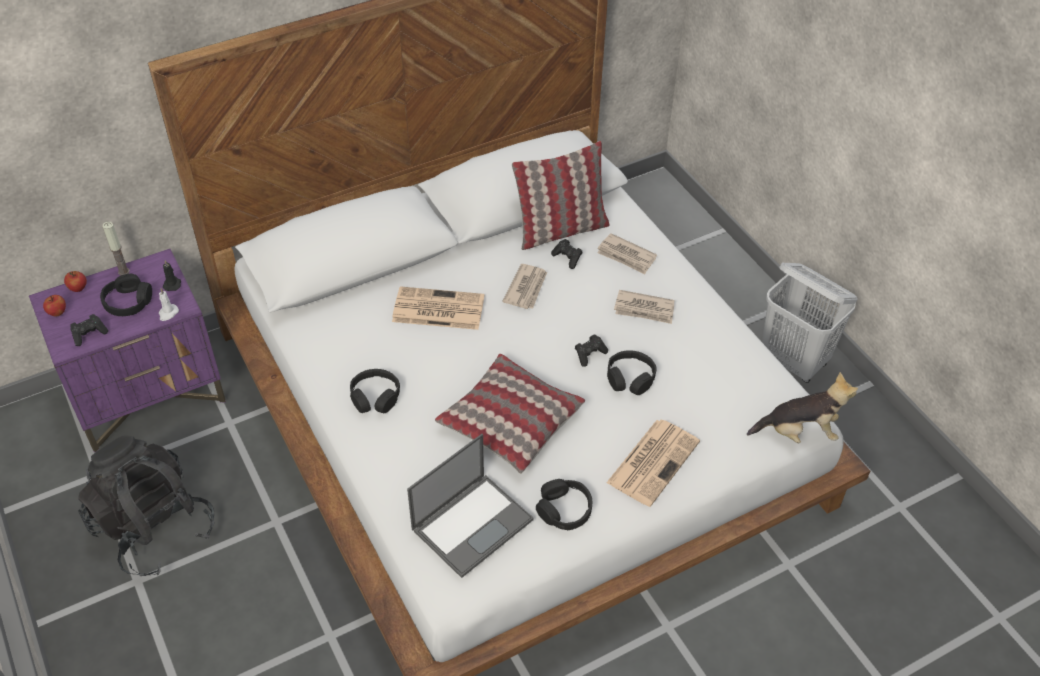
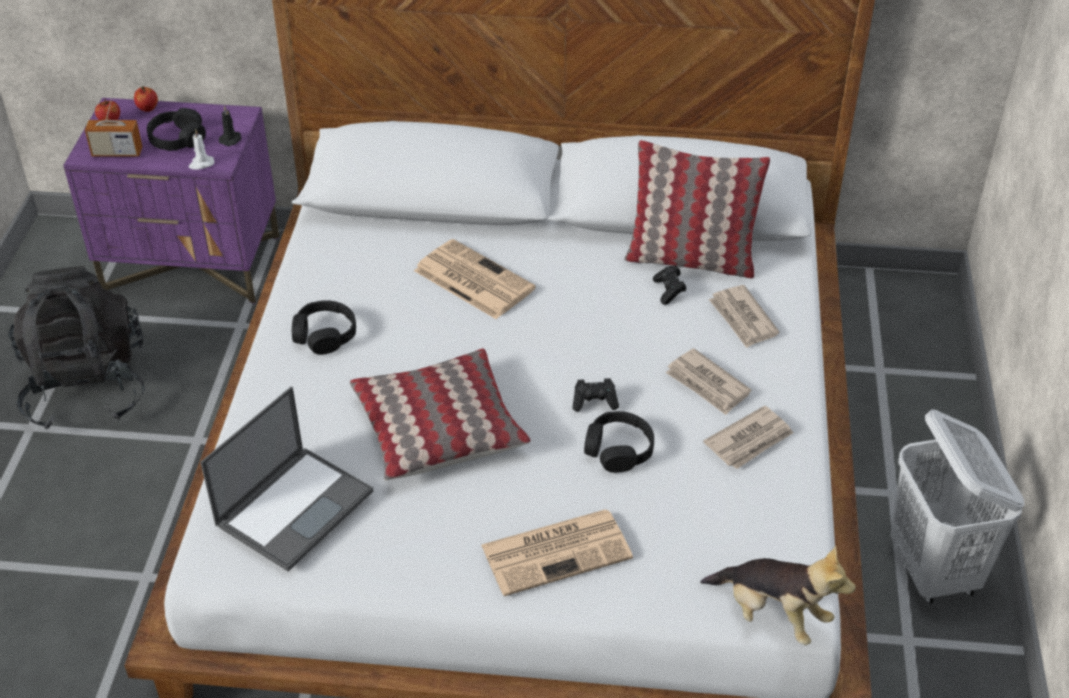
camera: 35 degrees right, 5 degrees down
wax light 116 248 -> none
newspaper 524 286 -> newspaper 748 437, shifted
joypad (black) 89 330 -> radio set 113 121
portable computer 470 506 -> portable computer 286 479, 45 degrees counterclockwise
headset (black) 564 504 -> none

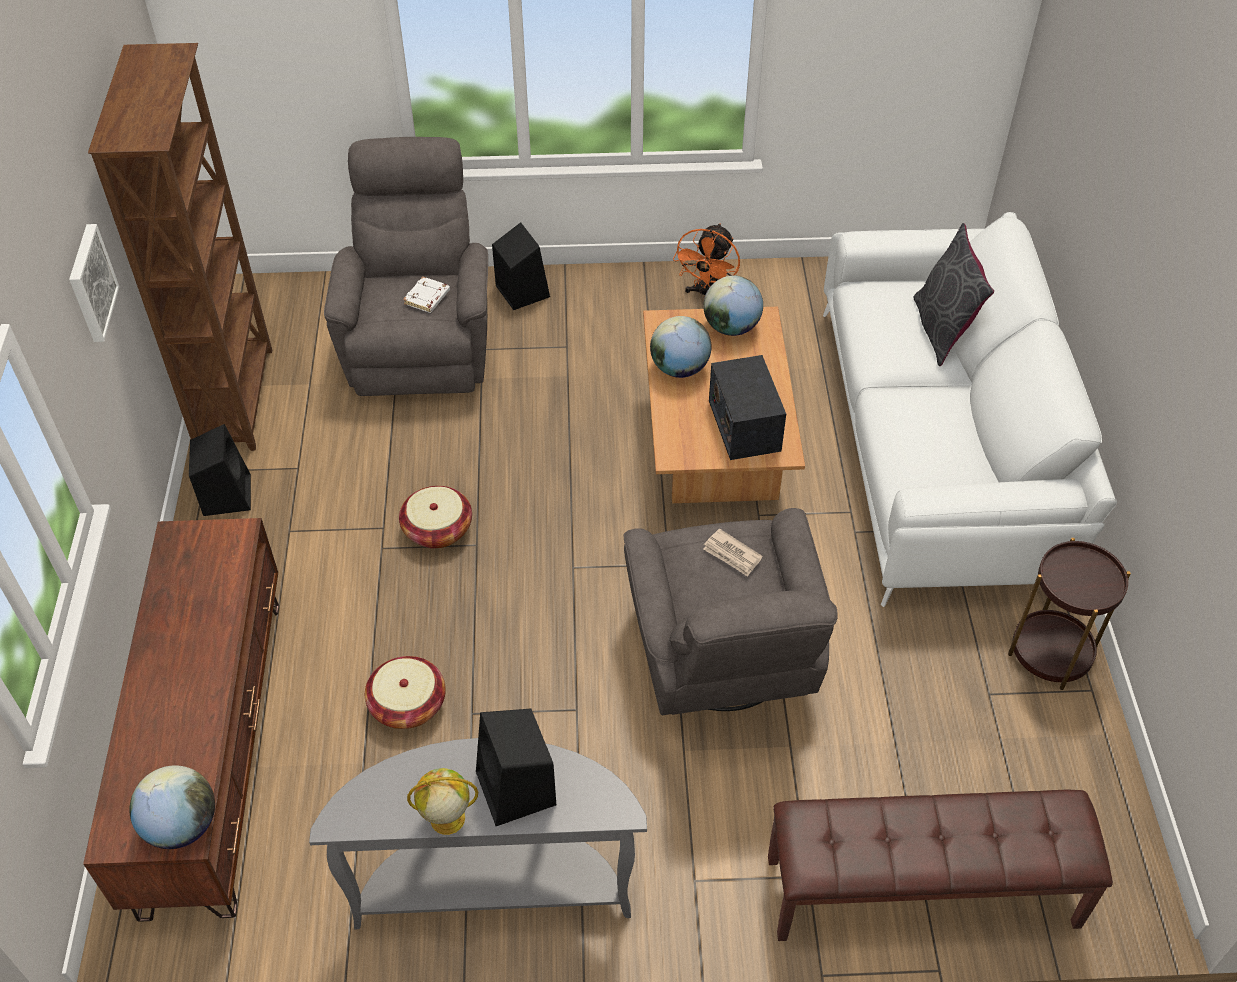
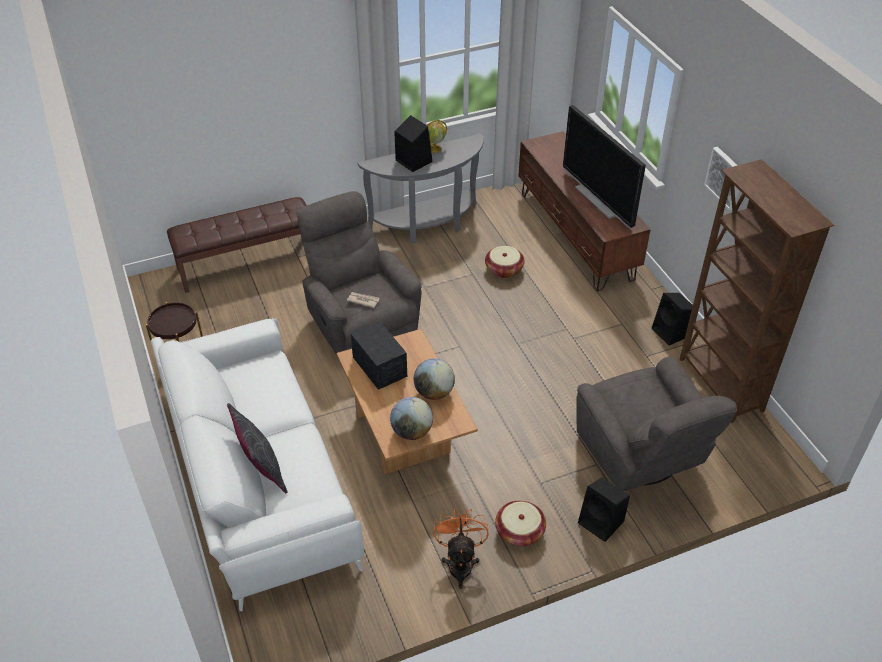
camera: 160 degrees right, 5 degrees down
bound book (whitish) 426 295 -> none
household basket 435 517 -> household basket 520 523, shifted
desk globe 172 807 -> none
none -> TV 604 167

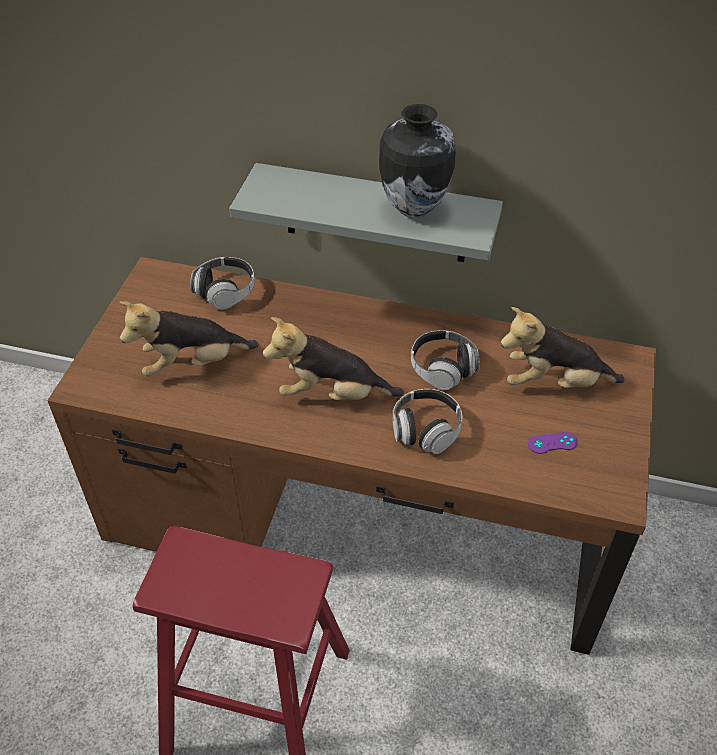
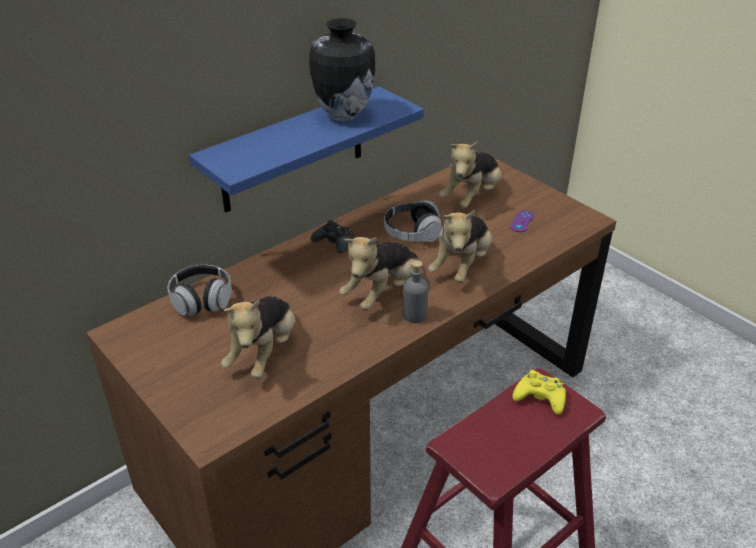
camera: 55 degrees left, 10 degrees down
wall shelf (greyish) 366 212 -> wall shelf (bluish) 306 149
headset 427 421 -> plush toy 460 246
none -> joypad (black) 332 237
none -> bottle (greyish) 416 291
none -> joypad (yellow-coloured) 539 392

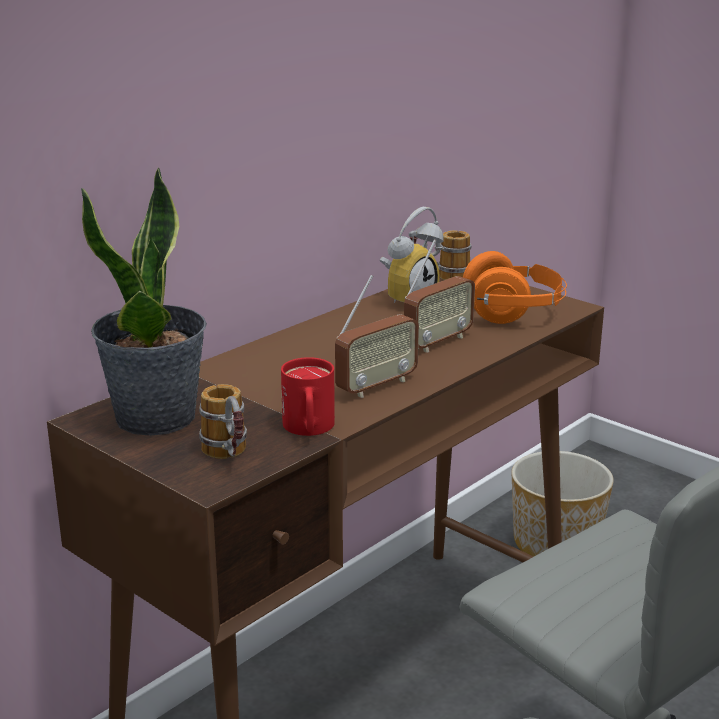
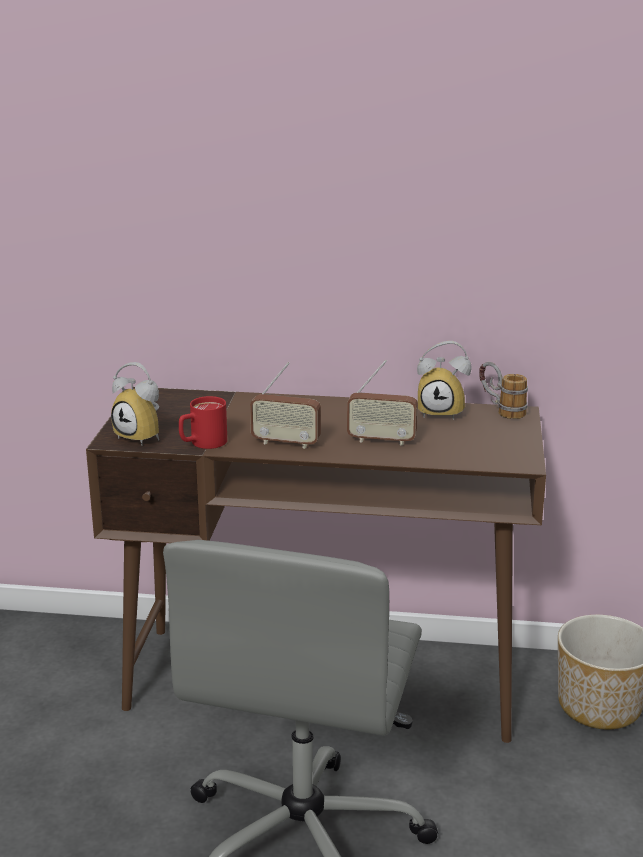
camera: 55 degrees right, 0 degrees up
plant in a pot 144 301 -> none
headset (orange-coloured) 515 287 -> none
mug 223 421 -> alarm clock 135 404

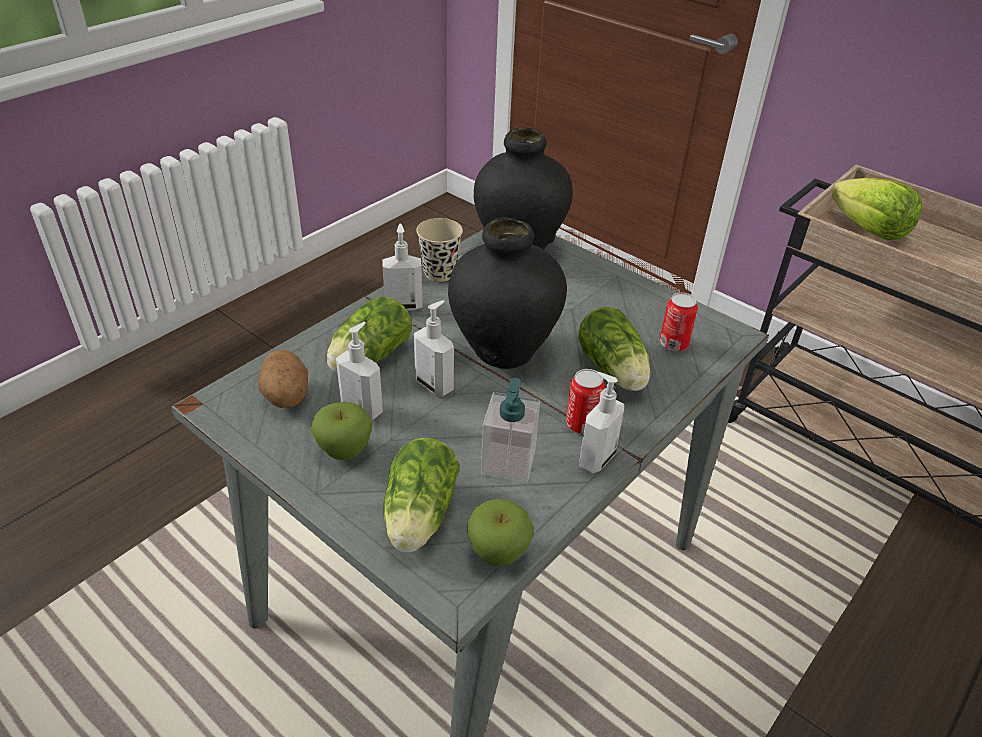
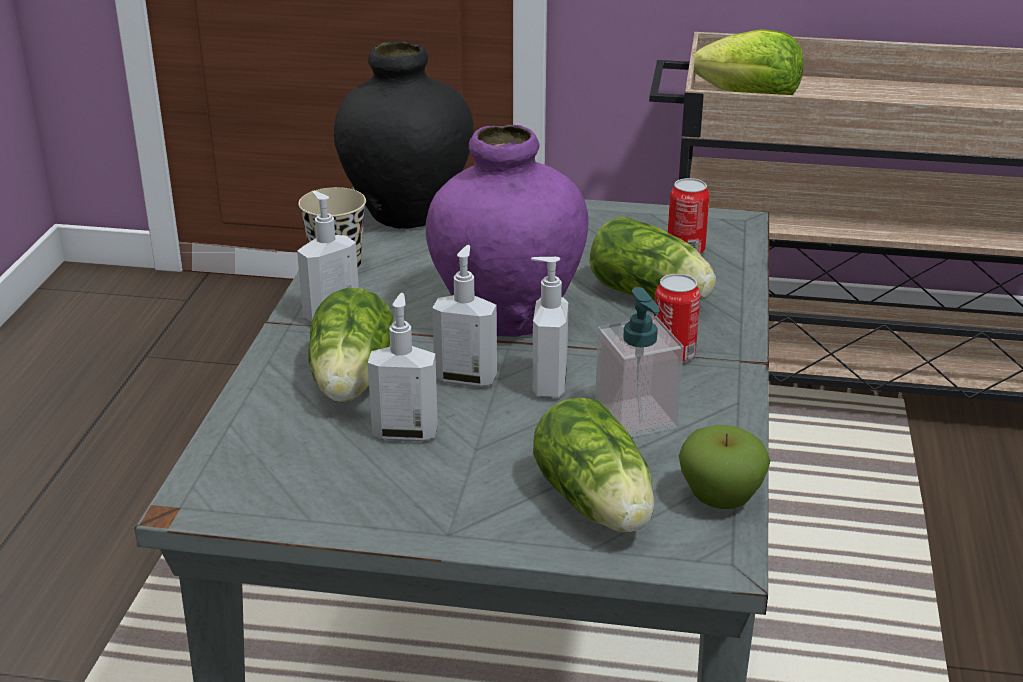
camera: 30 degrees left, 10 degrees down
vase (black) 507 293 -> vase (purple) 507 231
potato 283 379 -> none
liquid soap bottle 601 423 -> liquid soap bottle 549 327, shifted
apple fruit 342 431 -> none

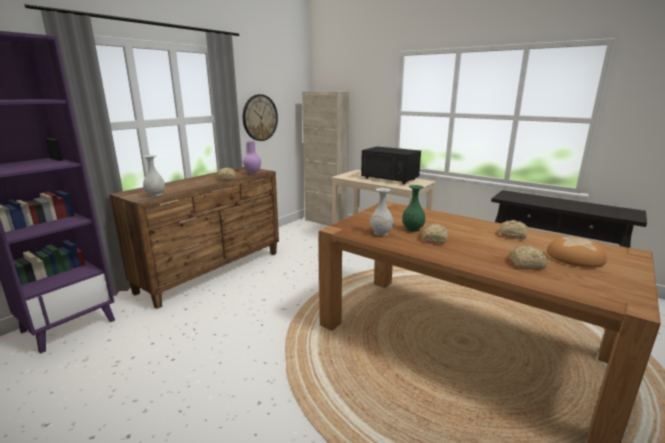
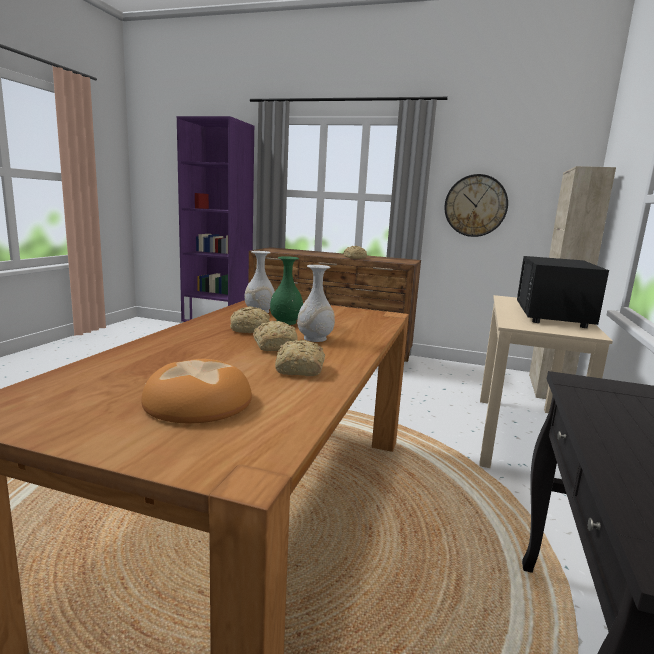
camera: 70 degrees right, 5 degrees down
vase (purple) 252 157 -> none
vase (whitish) 154 176 -> vase (whitish) 316 303, shifted
bakery bread 528 257 -> bakery bread 275 336, shifted

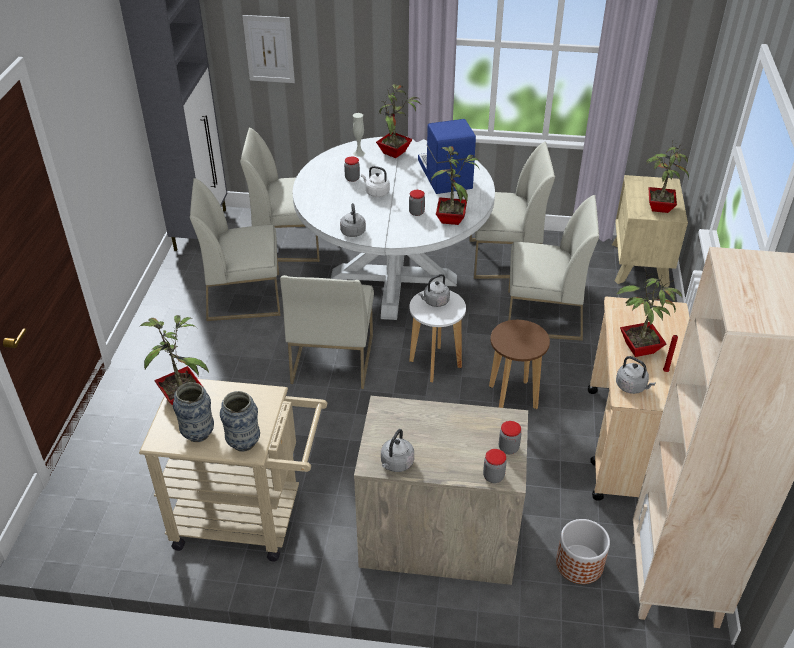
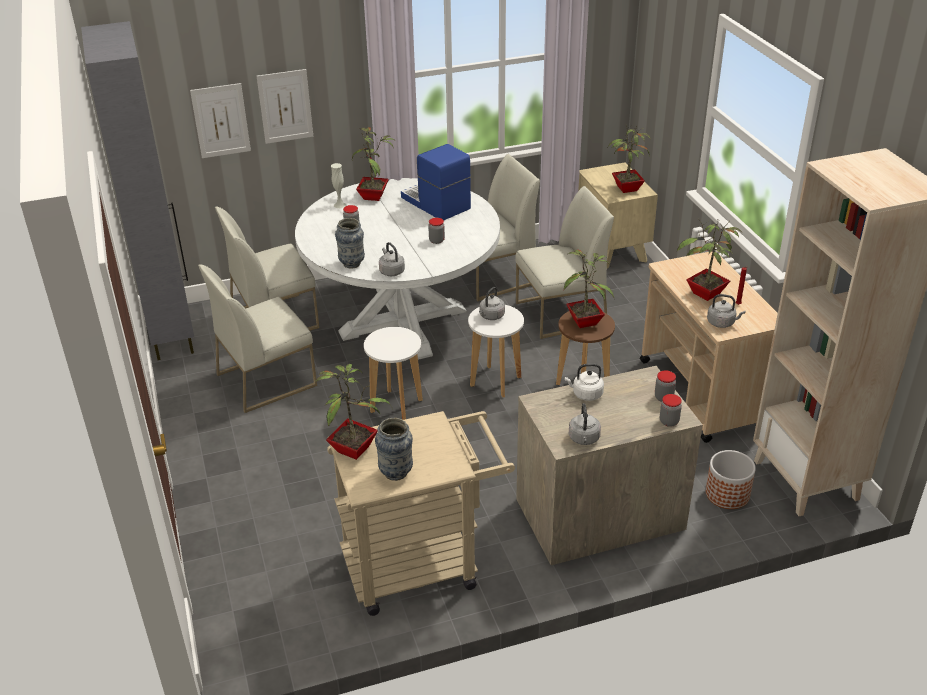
camera: 25 degrees left, 5 degrees down
plant in a pot 455 185 -> plant in a pot 589 289, shifted
tea kettle (whitish) 375 181 -> tea kettle (whitish) 584 382, shifted
upright chair (whitish) 327 332 -> sitting stool (whitish) 393 373
vase 240 421 -> vase 350 243, shifted
none -> wall art 285 106

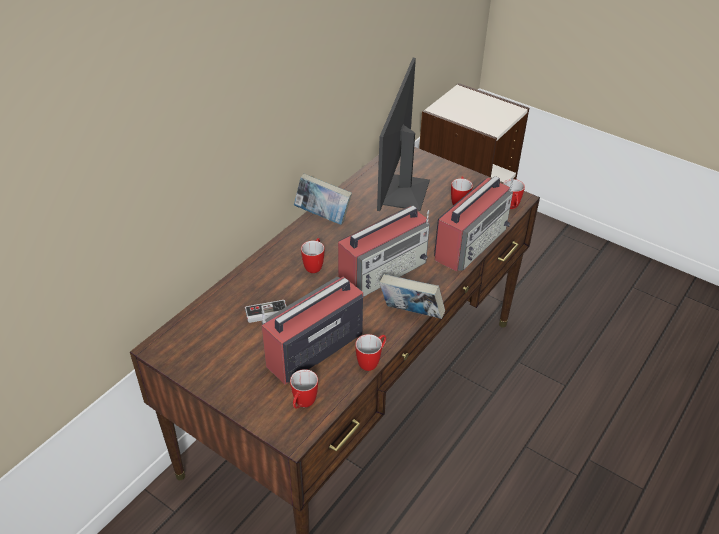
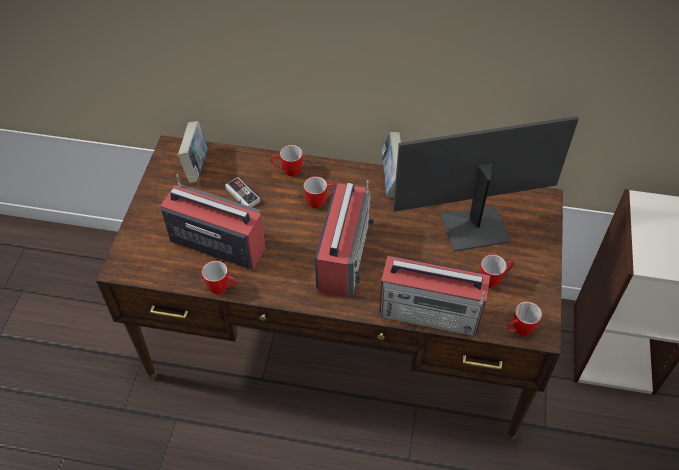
camera: 65 degrees right, 10 degrees up
radio set 384 251 -> radio set 344 239, 105 degrees counterclockwise
bound book 412 296 -> bound book 193 152, shifted
mug 304 389 -> mug 287 160, shifted

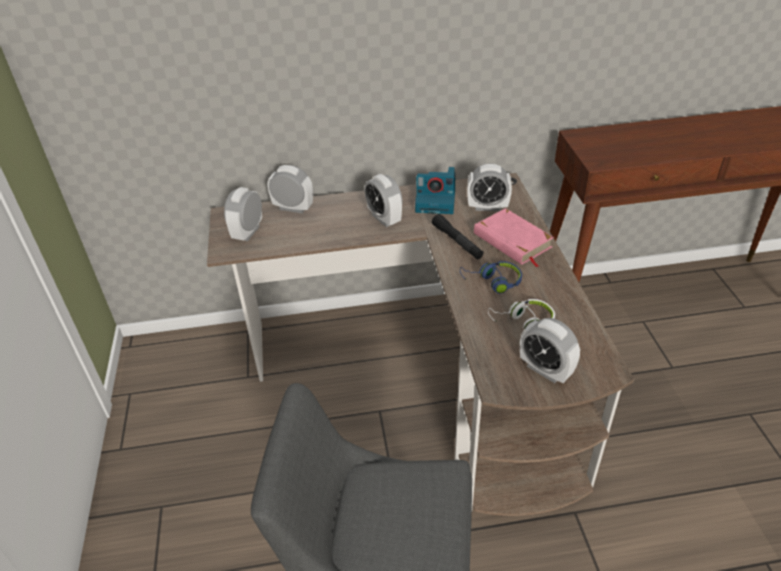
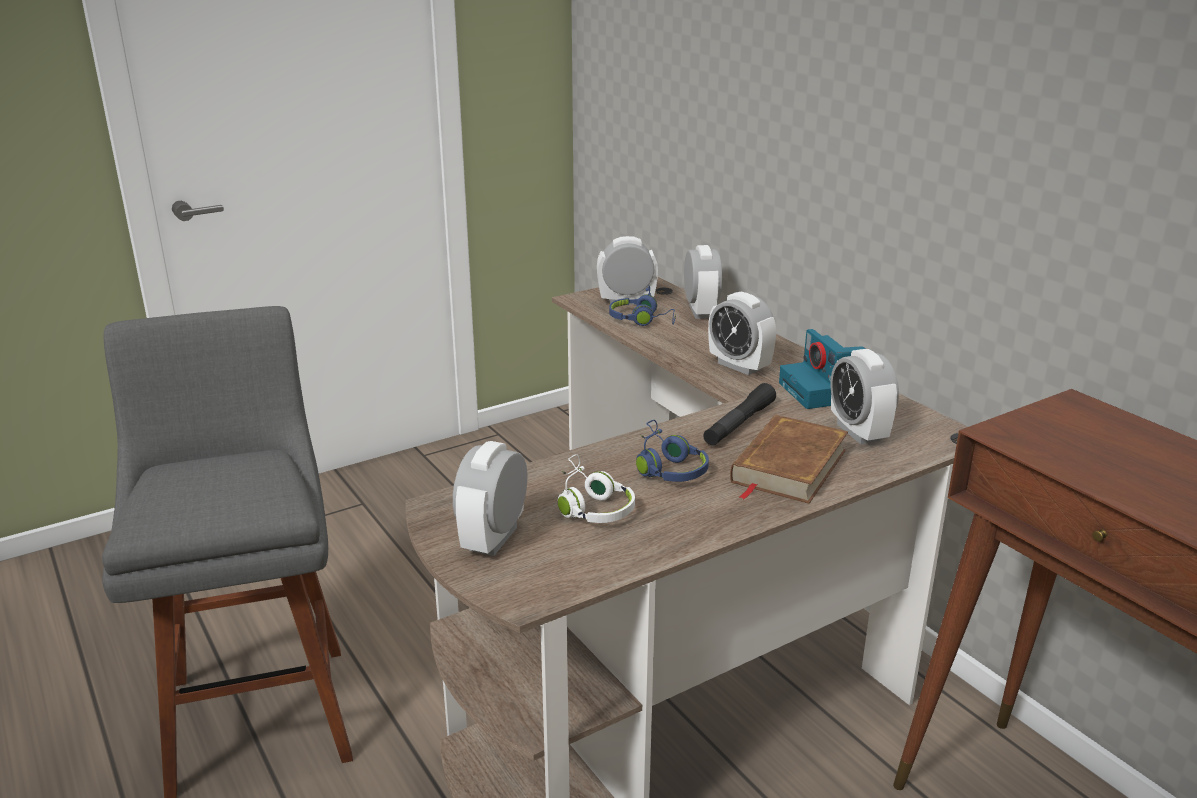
camera: 65 degrees right, 15 degrees down
alarm clock 383 200 -> alarm clock 742 333, 75 degrees counterclockwise
bound book (pink-coloured) 514 237 -> bound book (brownish) 789 459
none -> headset (bluish) 642 305

